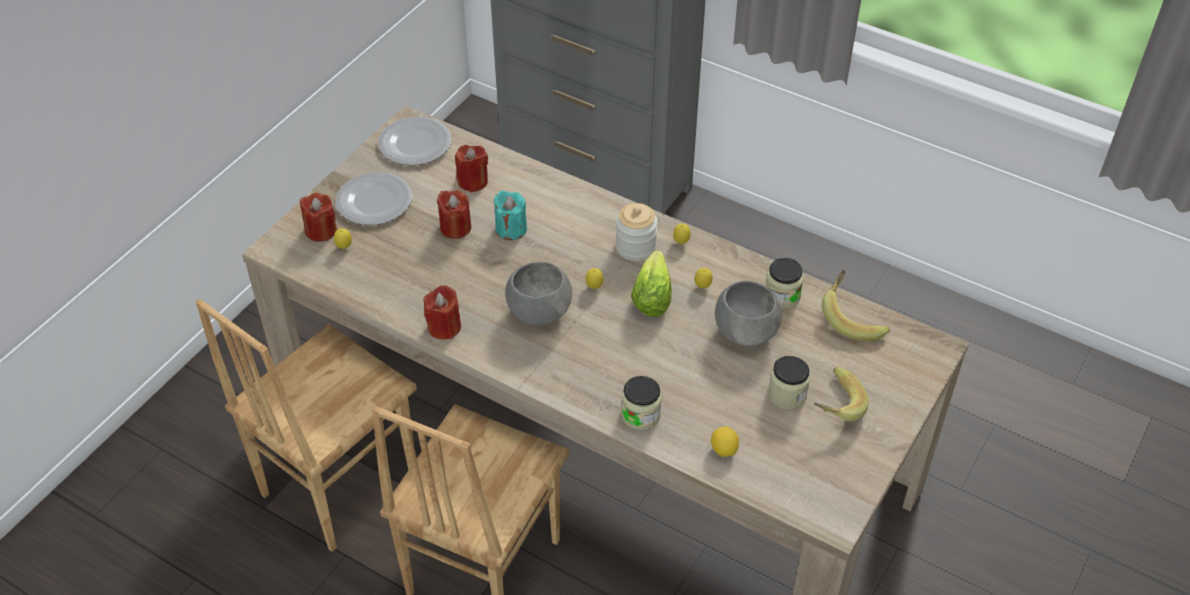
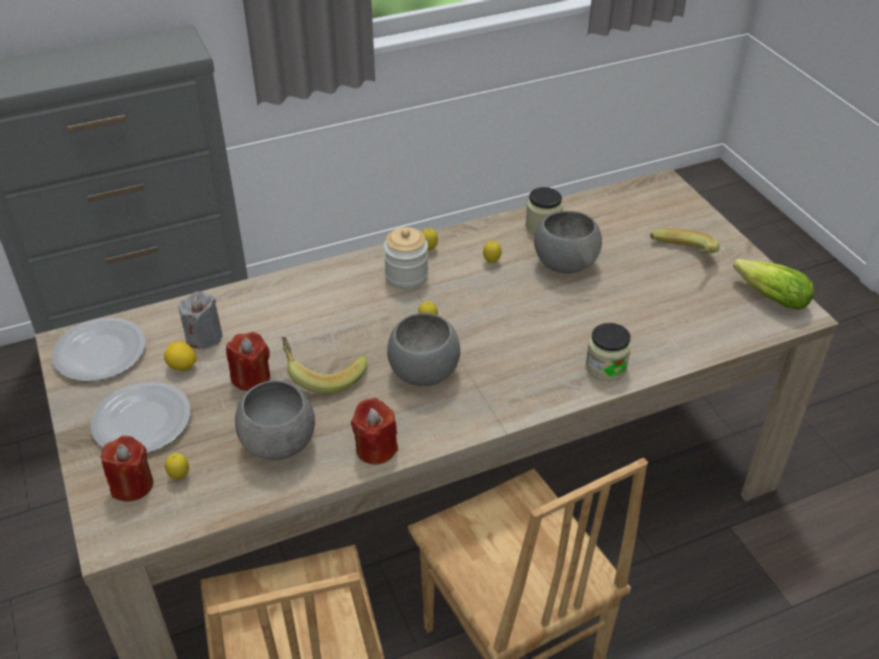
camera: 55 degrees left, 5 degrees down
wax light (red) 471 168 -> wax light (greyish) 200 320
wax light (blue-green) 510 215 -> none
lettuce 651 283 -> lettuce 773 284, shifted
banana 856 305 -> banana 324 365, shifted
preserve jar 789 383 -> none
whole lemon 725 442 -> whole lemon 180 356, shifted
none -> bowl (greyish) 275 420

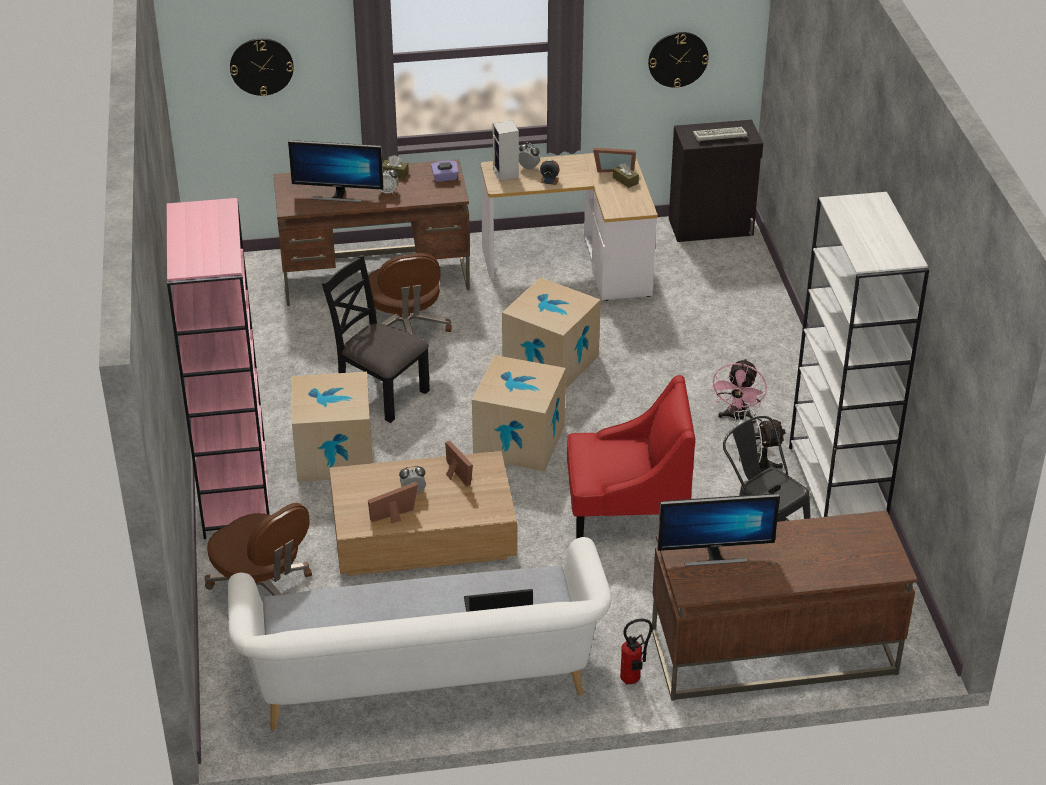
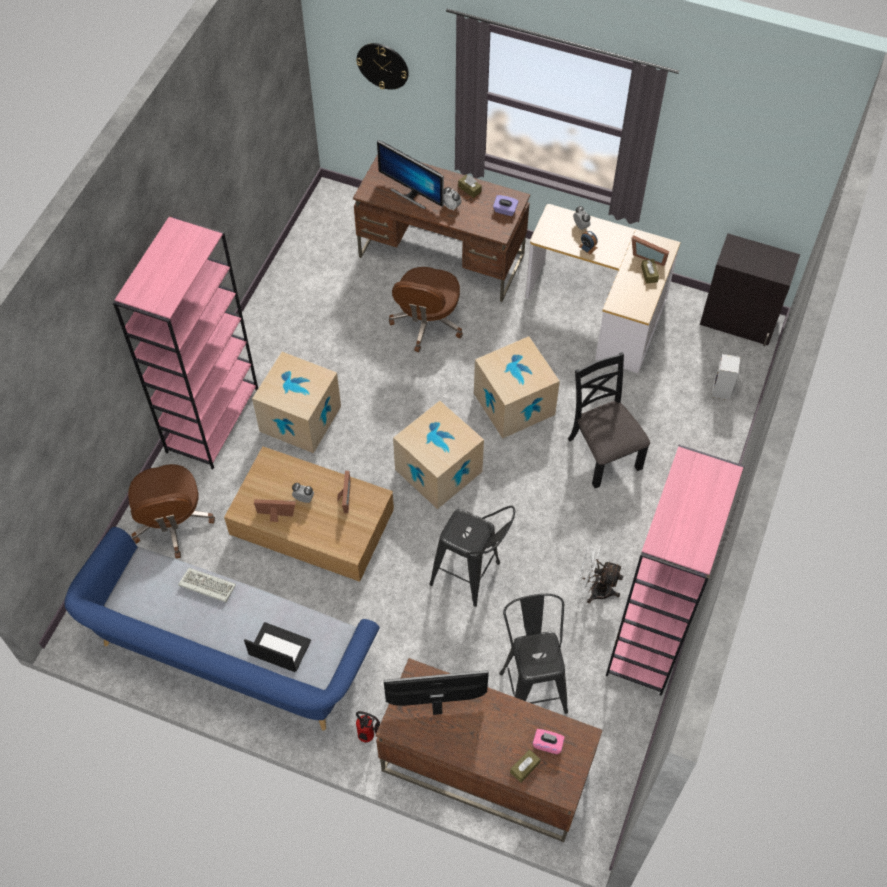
camera: 30 degrees right, 20 degrees up
clock on the wall 678 60 -> none
audio speaker 506 150 -> audio speaker 725 377, shifted
computer keyboard 720 134 -> computer keyboard 207 585, shifted
bookshelf (whitish) 859 354 -> bookshelf (pink-coloured) 675 570
upright chair (black) 376 339 -> upright chair (black) 609 420, shifted
electric fan (pink-coloured) 739 391 -> none
armchair (red) 631 457 -> sitting stool (black) 472 556
monitor 718 530 -> monitor 436 692, 150 degrees clockwise
sofa (whitish) 420 633 -> sofa (bluish) 222 629
none -> box of tissues (pink-coloured) 549 741
none -> box of tissues (brownish) 525 766

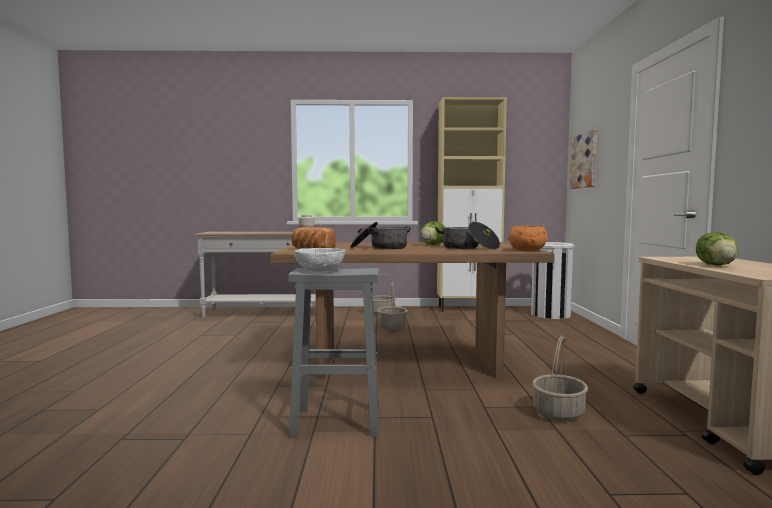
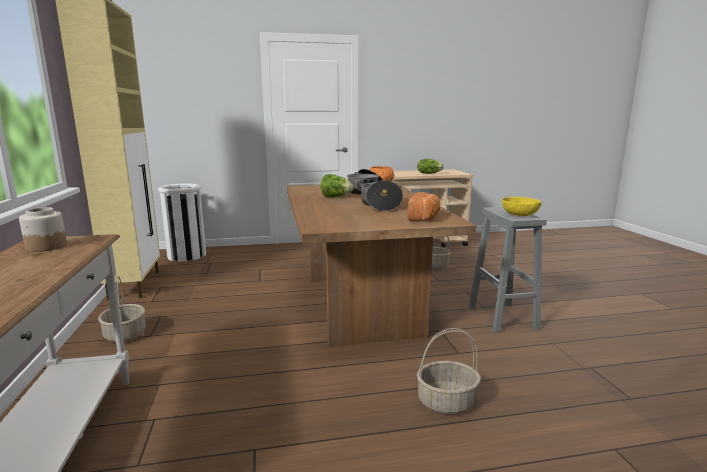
camera: 100 degrees left, 10 degrees up
wall art 583 159 -> none
bowl (whitish) 320 260 -> bowl (yellow-coloured) 521 206
household basket 392 306 -> household basket 449 371, shifted

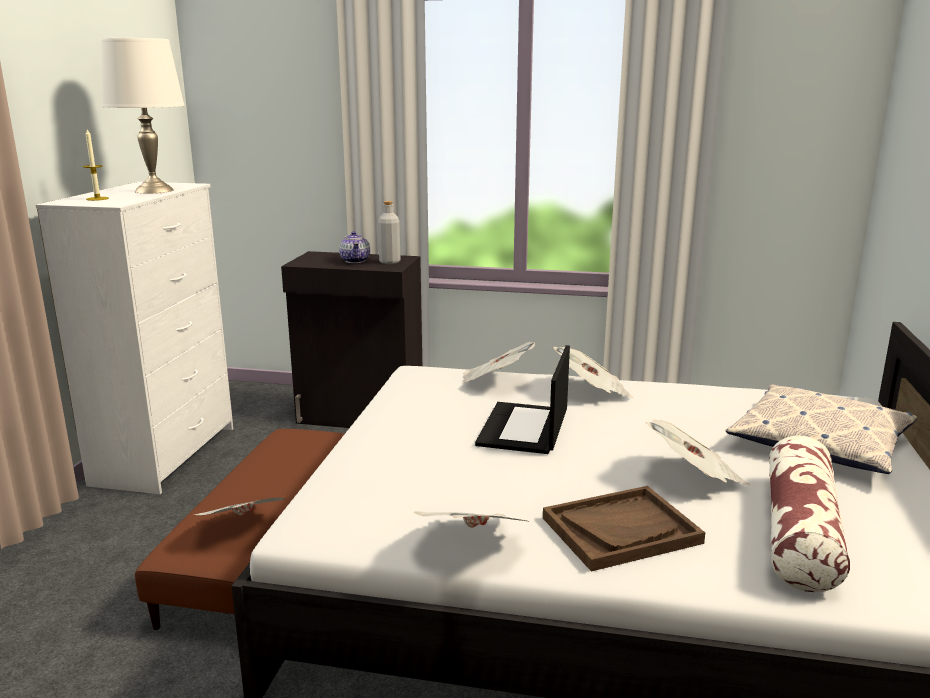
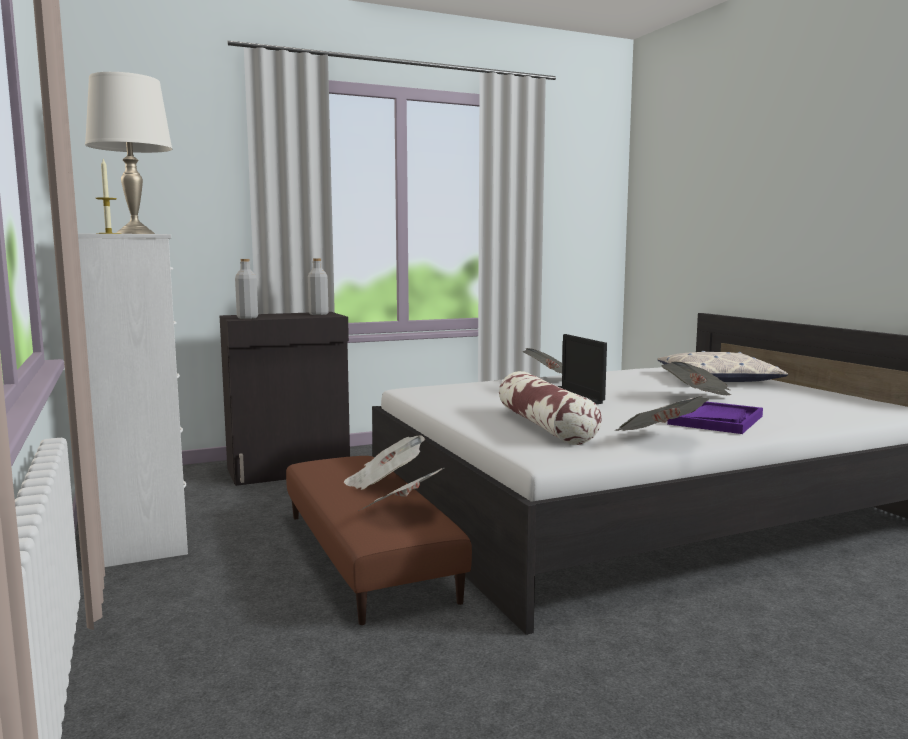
camera: 35 degrees left, 10 degrees down
tea pot 354 247 -> none
newspaper 498 362 -> newspaper 384 462, shifted
throw pillow 809 513 -> throw pillow 550 408, shifted
tray (brownish) 624 528 -> tray (purple) 715 418
none -> bottle (greyish) 246 289

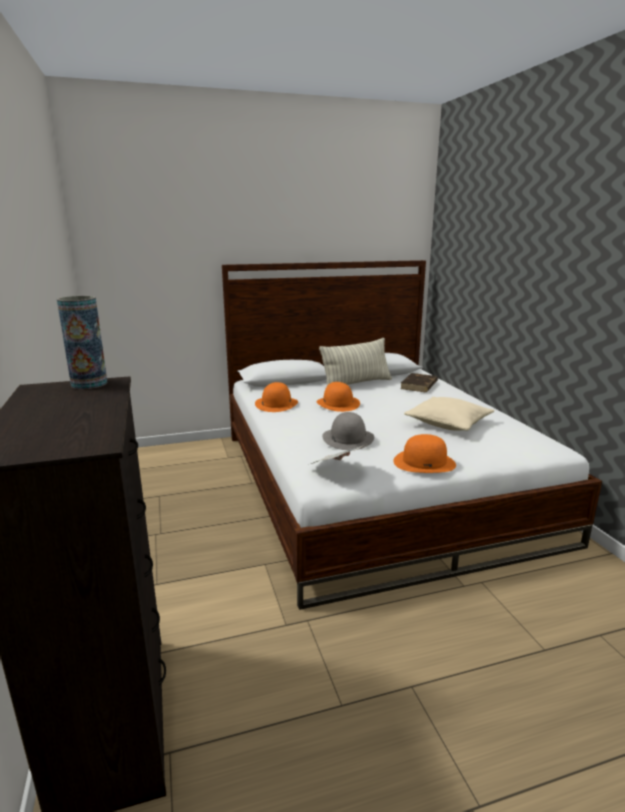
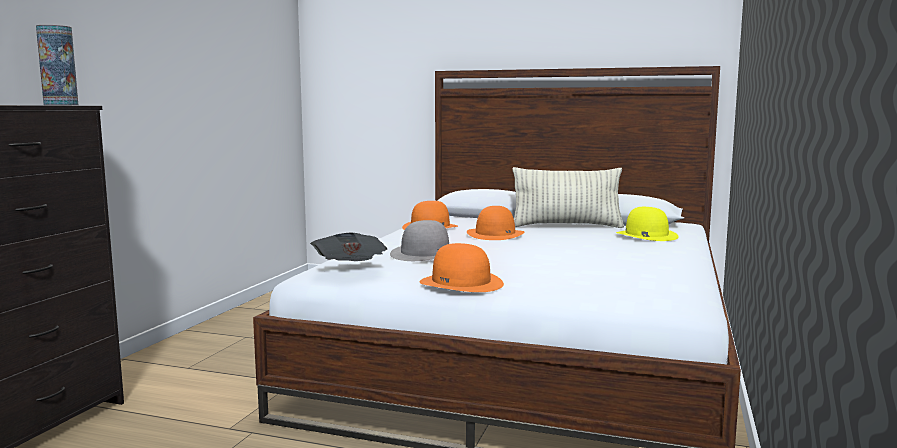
camera: 35 degrees right, 10 degrees down
bound book (brownish) 419 382 -> clothing hat (yellow-coloured) 647 224
throw pillow (beige-coloured) 449 414 -> none

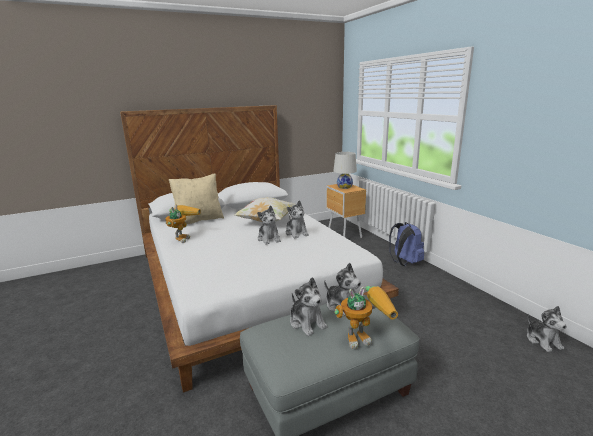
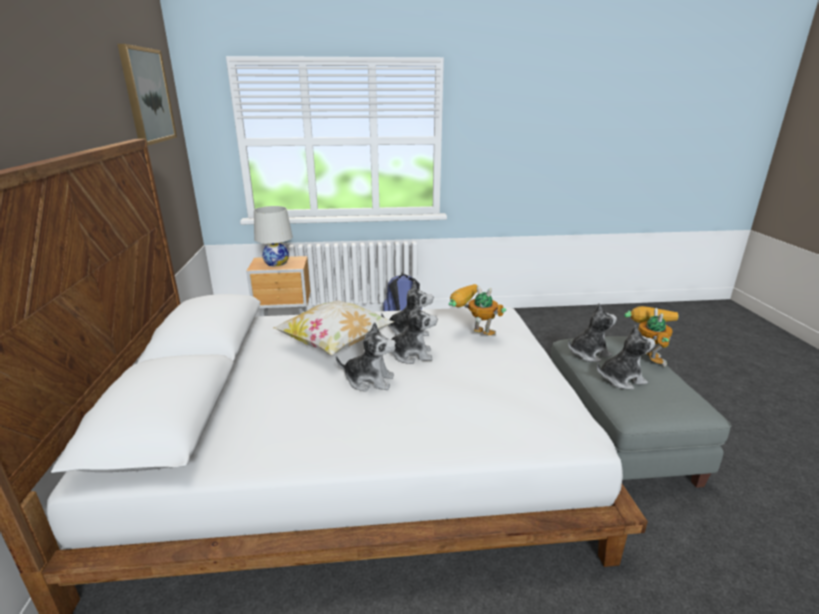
camera: 70 degrees left, 5 degrees up
throw pillow (beige-coloured) 196 199 -> none
toy robot 183 223 -> toy robot 477 309, shifted
plush toy 547 329 -> plush toy 366 357, shifted
none -> wall art 147 95

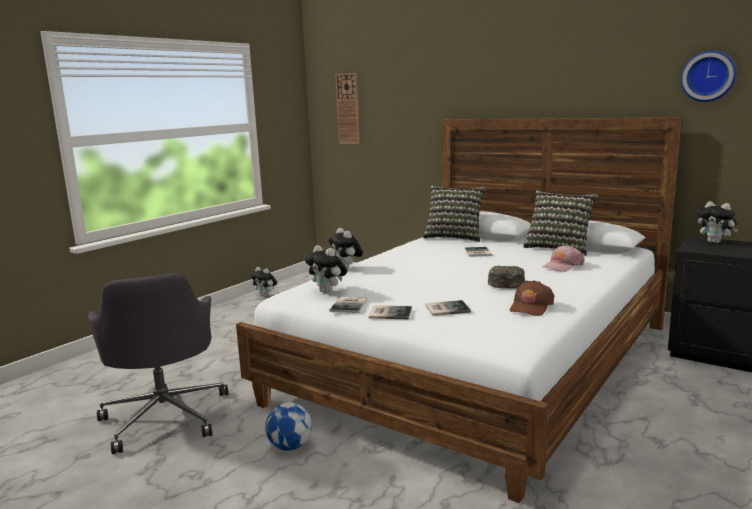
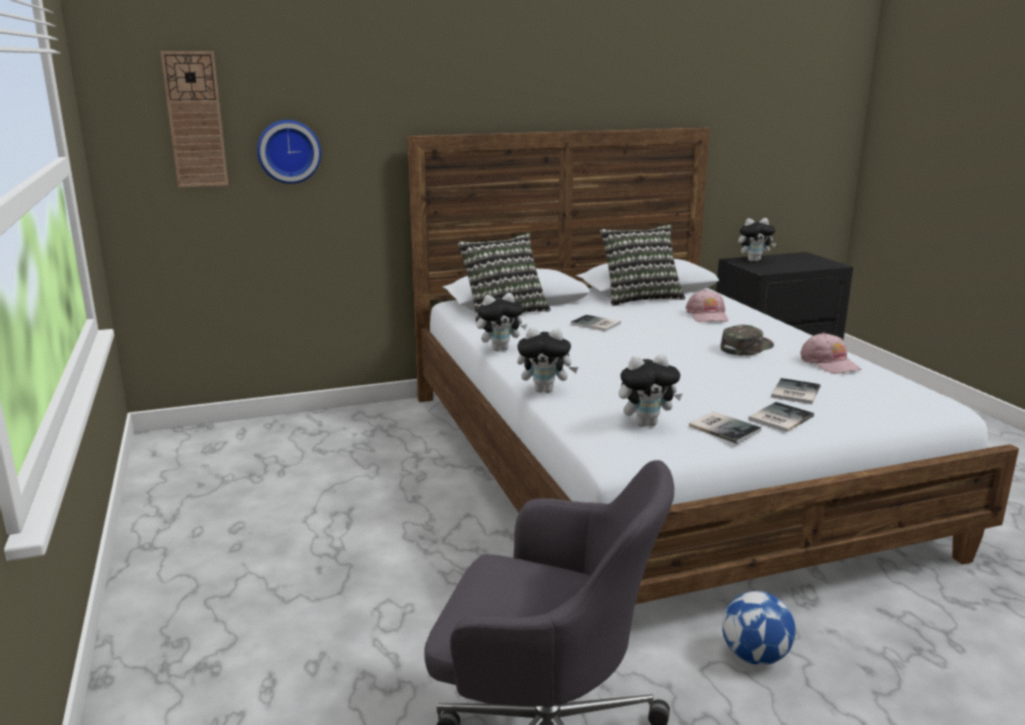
camera: 55 degrees left, 5 degrees up
clock on the wall 709 76 -> clock on the wall 289 152, shifted
plush toy 263 282 -> plush toy 502 322, shifted
cap (brownish) 532 298 -> cap (pink-coloured) 830 353

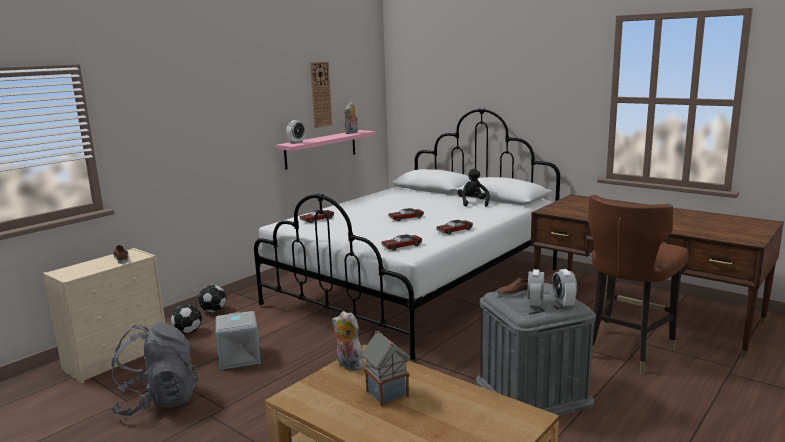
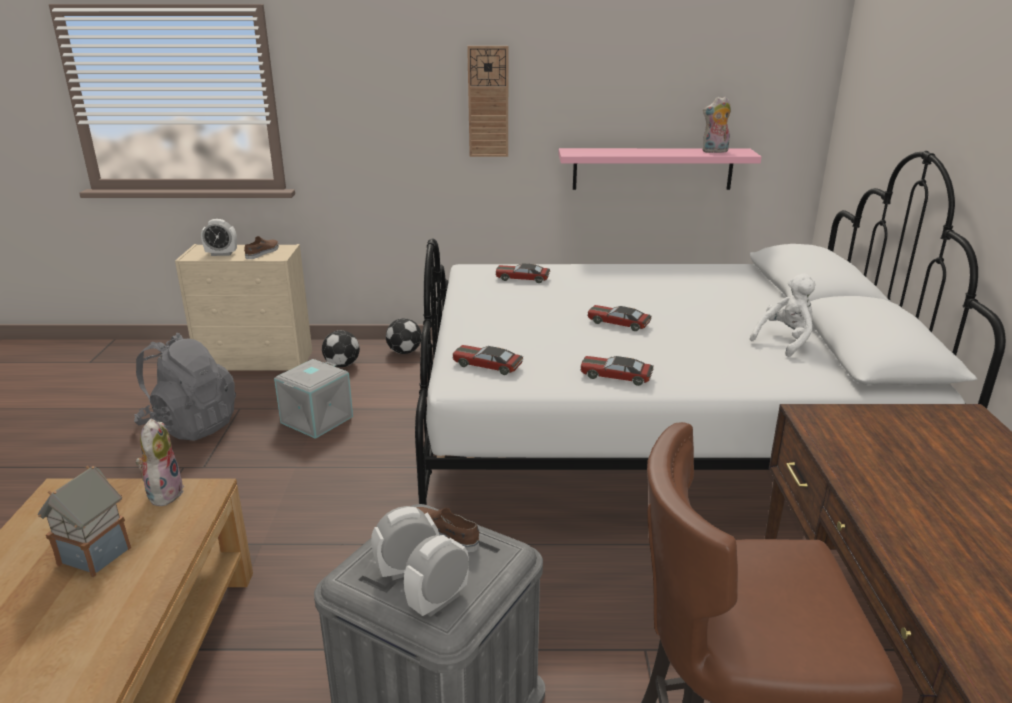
camera: 50 degrees right, 10 degrees up
clock on the wall 321 95 -> clock on the wall 487 101, shifted
alarm clock 295 132 -> alarm clock 219 237, shifted
plush toy (black) 474 188 -> plush toy (whitish) 783 315

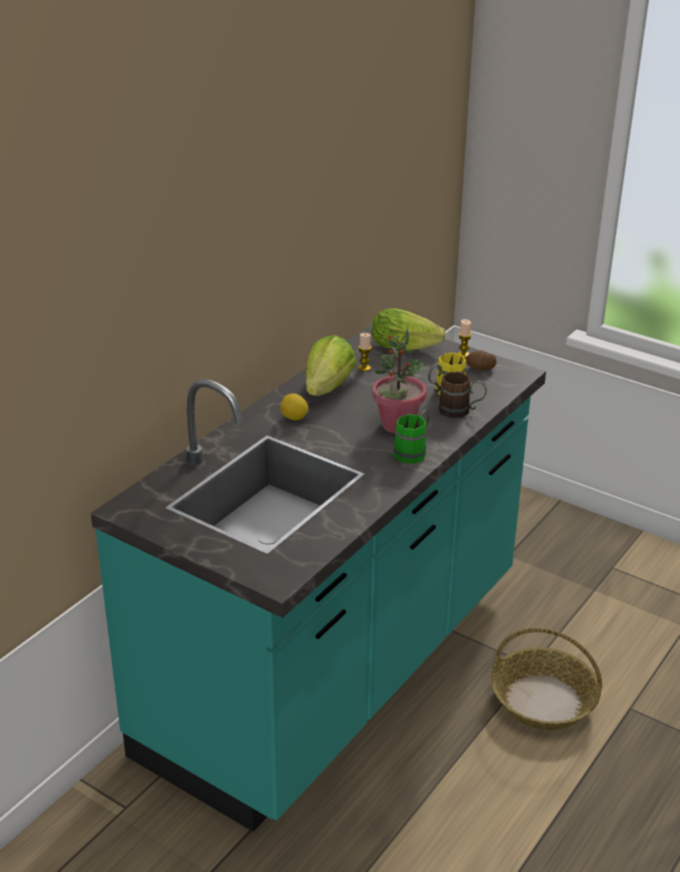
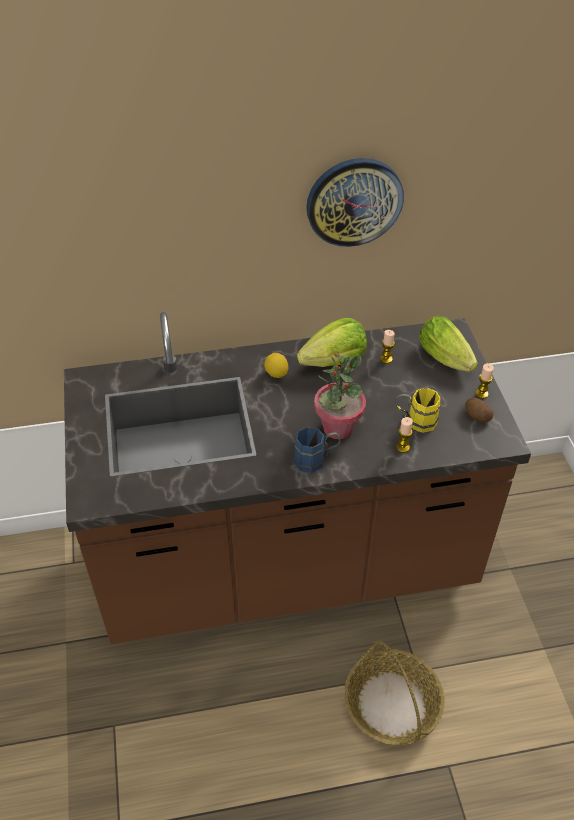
camera: 45 degrees right, 15 degrees up
kitchen counter (blue-green) 318 578 -> kitchen counter (brownish) 297 478
mug (brownish) 463 395 -> wax light 404 435
mug (green-coloured) 412 437 -> mug (bluish) 317 450
none -> clock on the wall 355 202

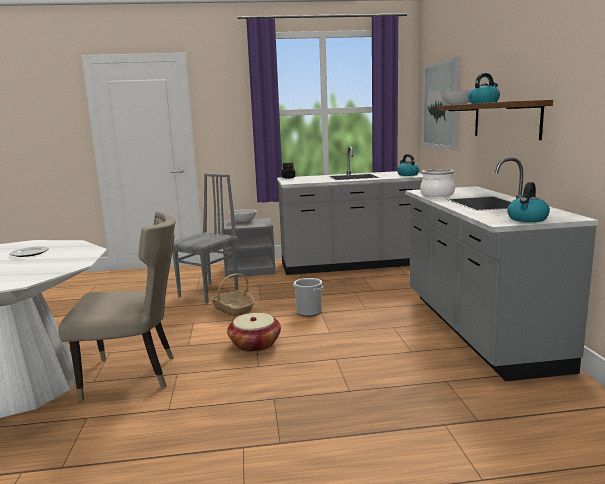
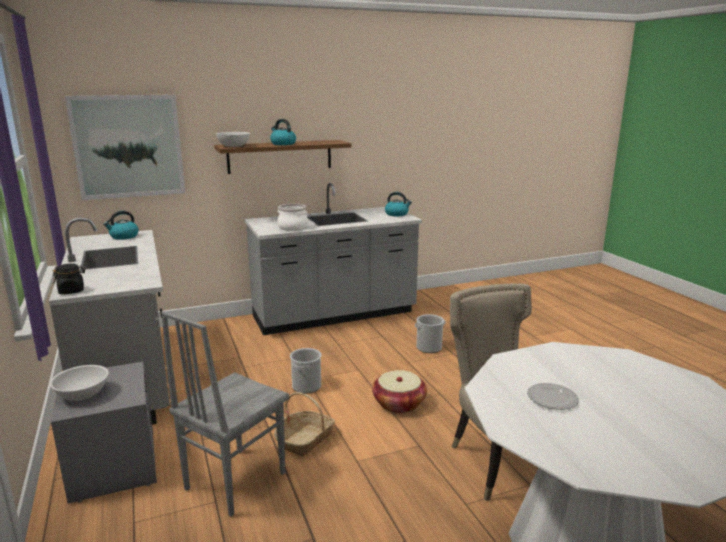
camera: 105 degrees left, 5 degrees up
upright chair (greyish) 205 238 -> upright chair (greyish) 225 414, 75 degrees counterclockwise
none -> bucket 430 333

